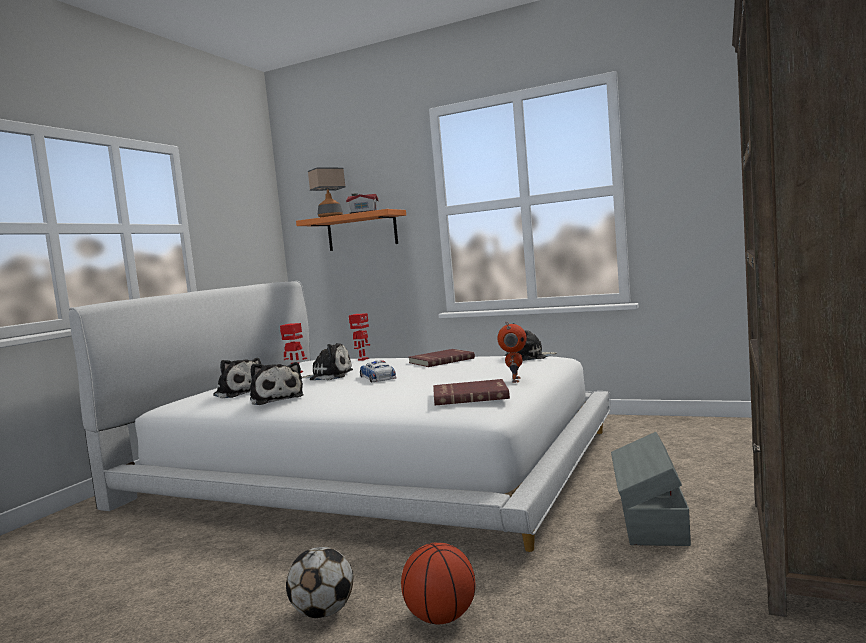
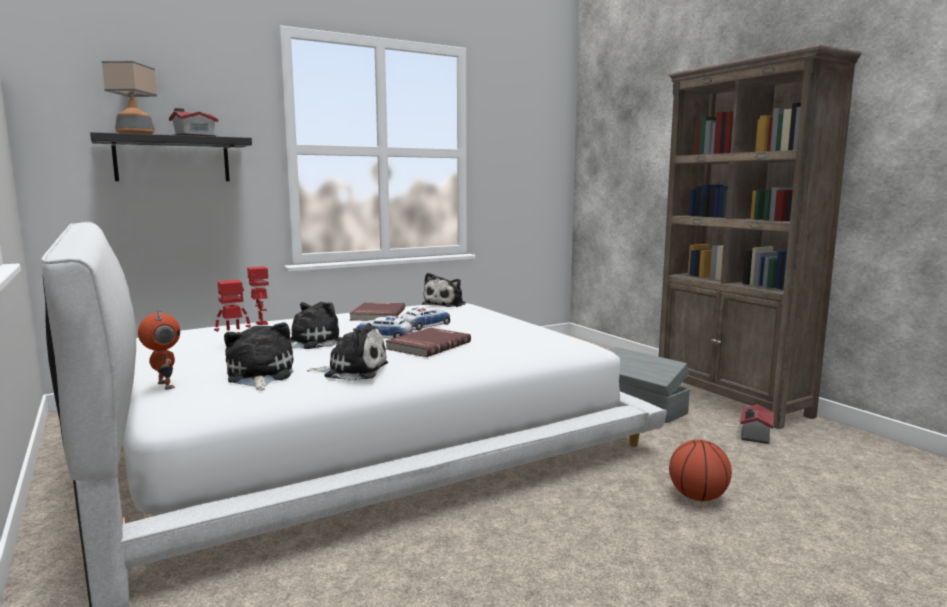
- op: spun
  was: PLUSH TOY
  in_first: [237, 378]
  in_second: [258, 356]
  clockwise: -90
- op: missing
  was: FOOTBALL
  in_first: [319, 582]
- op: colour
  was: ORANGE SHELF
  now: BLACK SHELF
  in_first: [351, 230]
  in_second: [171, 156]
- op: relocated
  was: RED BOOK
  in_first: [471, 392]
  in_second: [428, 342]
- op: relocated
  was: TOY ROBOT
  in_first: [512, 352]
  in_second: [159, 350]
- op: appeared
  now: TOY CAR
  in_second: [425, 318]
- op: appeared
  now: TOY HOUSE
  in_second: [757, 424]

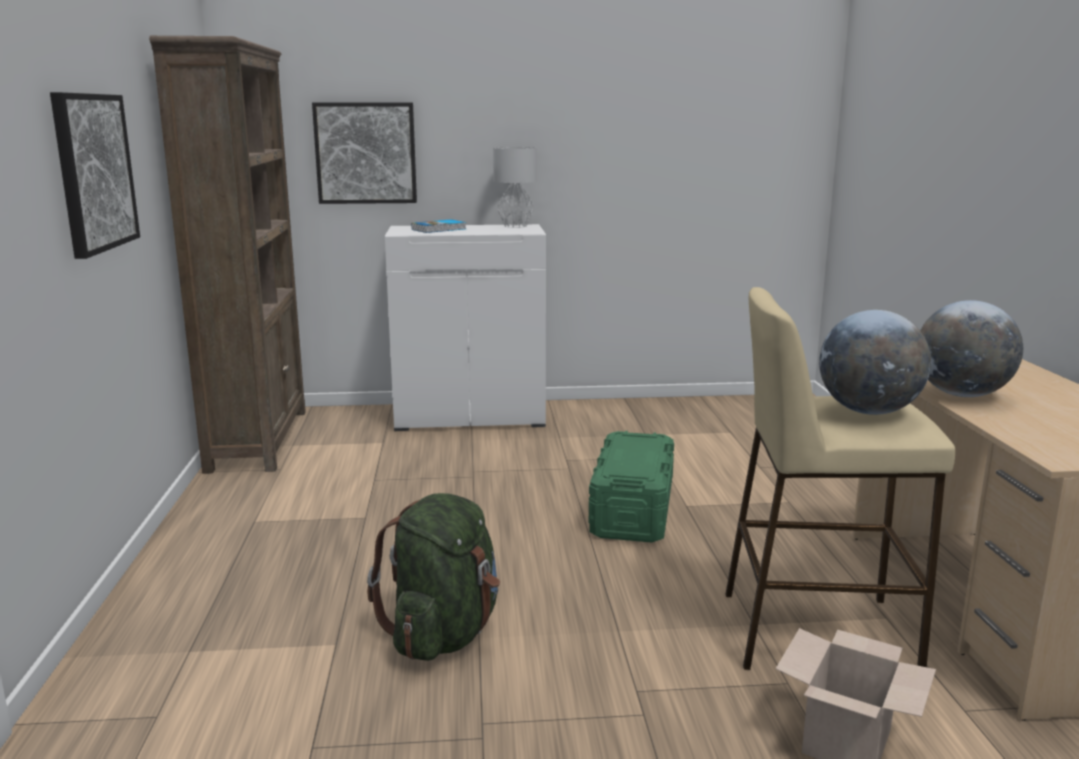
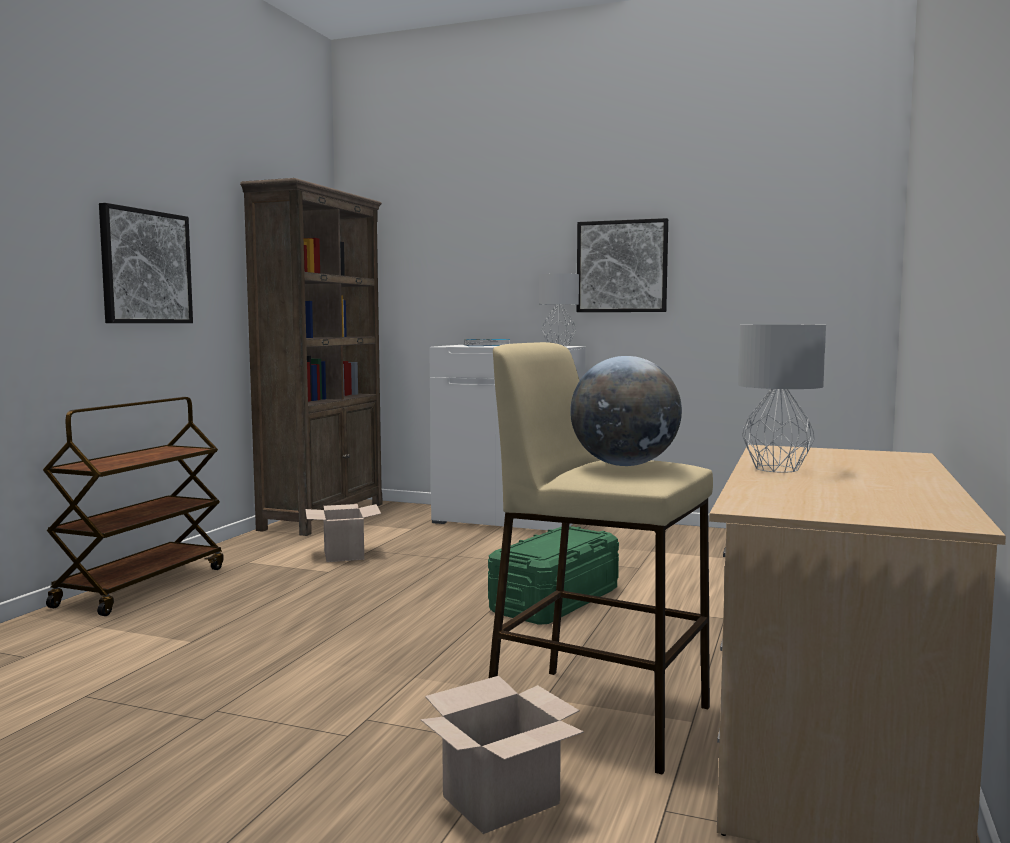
- op: relocated
  was: PICTURE
  in_first: [364, 153]
  in_second: [622, 265]
- op: missing
  was: GREEN BACKPACK
  in_first: [433, 577]
- op: exchanged
  was: GLOBE
  now: GREY TABLE LAMP
  in_first: [971, 348]
  in_second: [782, 399]
- op: appeared
  now: BROWN CART
  in_second: [133, 506]
- op: appeared
  now: CARDBOARD BOX
  in_second: [343, 533]

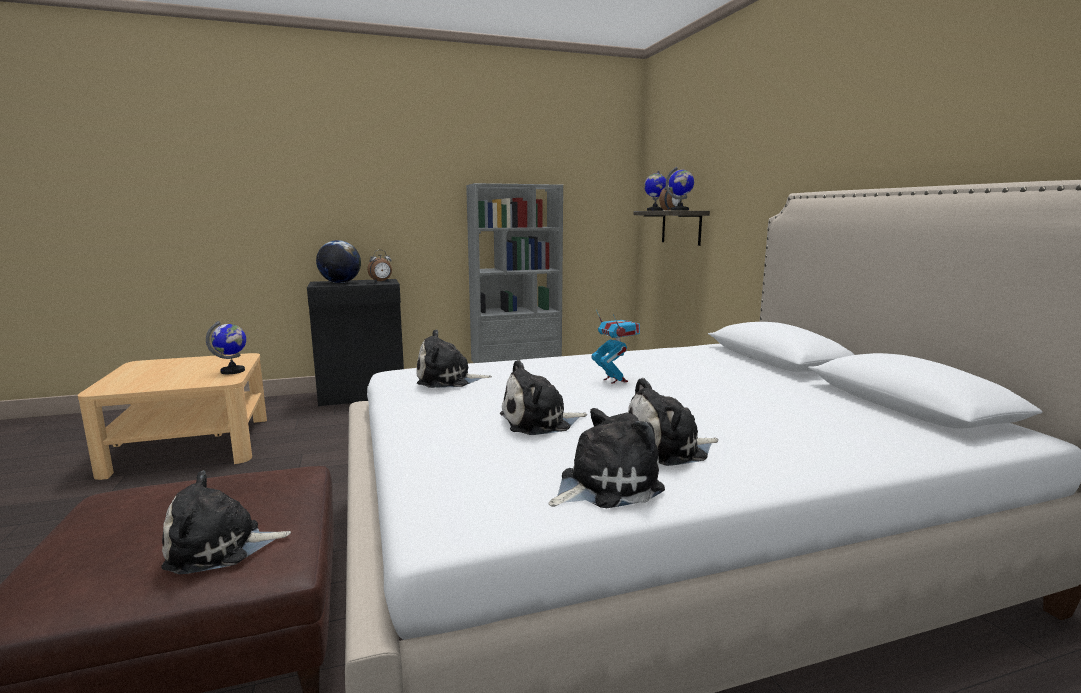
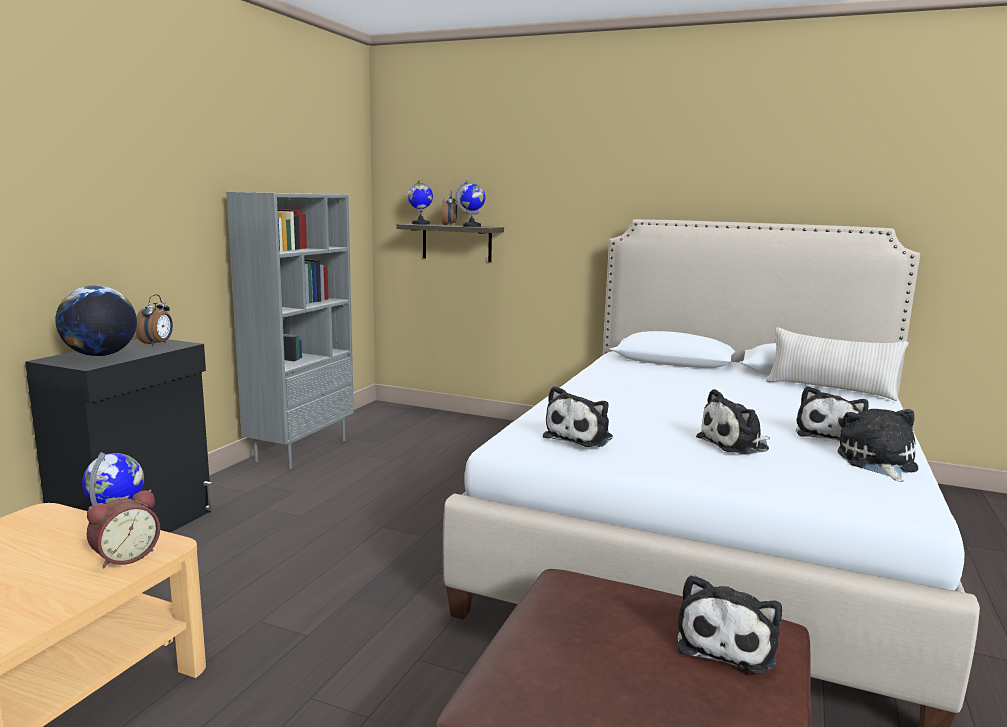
- op: spun
  was: PLUSH TOY
  in_first: [543, 397]
  in_second: [733, 422]
  clockwise: 45
- op: missing
  was: TOY ROBOT
  in_first: [616, 347]
- op: appeared
  now: ALARM CLOCK
  in_second: [123, 529]
- op: appeared
  now: BEIGE PILLOW
  in_second: [837, 364]

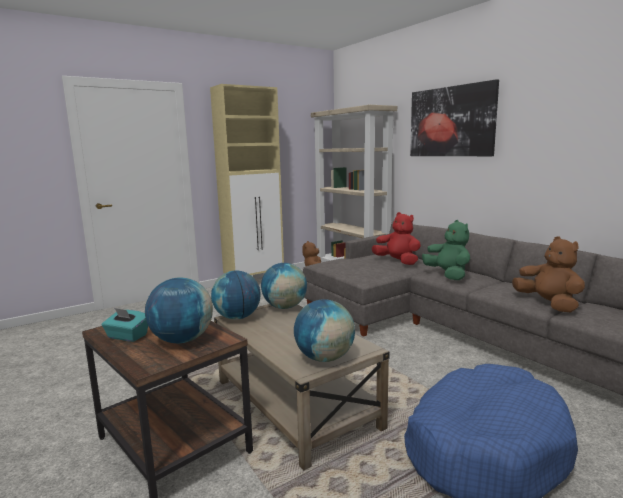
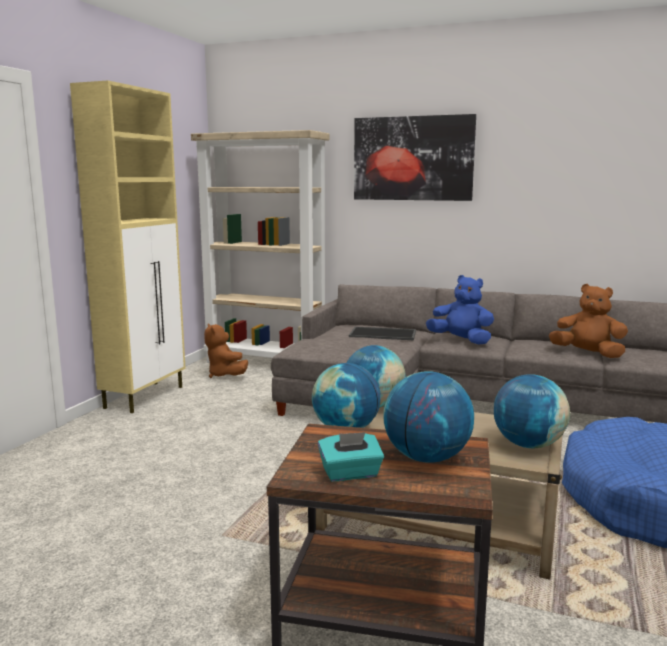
- op: exchanged
  was: RED PLUSH TOY
  now: TRAY
  in_first: [396, 238]
  in_second: [382, 333]
- op: colour
  was: GREEN PLUSH TOY
  now: BLUE PLUSH TOY
  in_first: [446, 250]
  in_second: [460, 310]

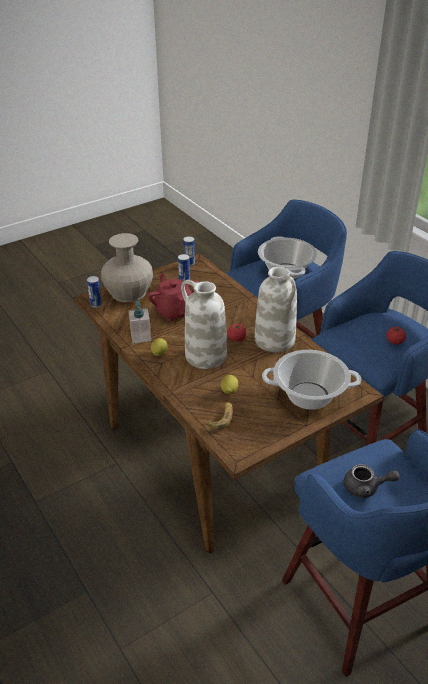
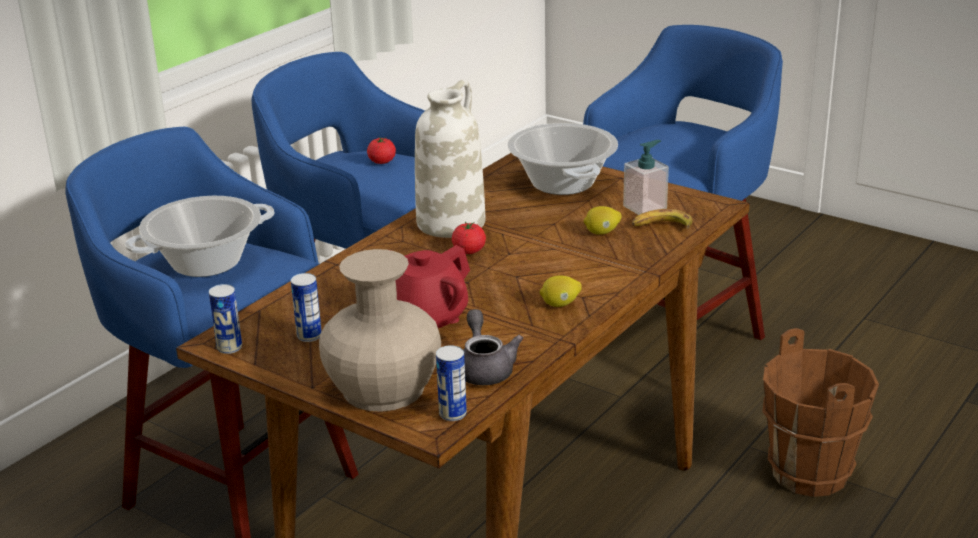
- op: relocated
  was: SOAP DISPENSER
  in_first: [140, 322]
  in_second: [646, 177]
- op: missing
  was: WHITE VASE
  in_first: [204, 324]
- op: relocated
  was: GREY TEAPOT
  in_first: [372, 481]
  in_second: [493, 347]
- op: appeared
  now: BROWN BUCKET
  in_second: [820, 412]

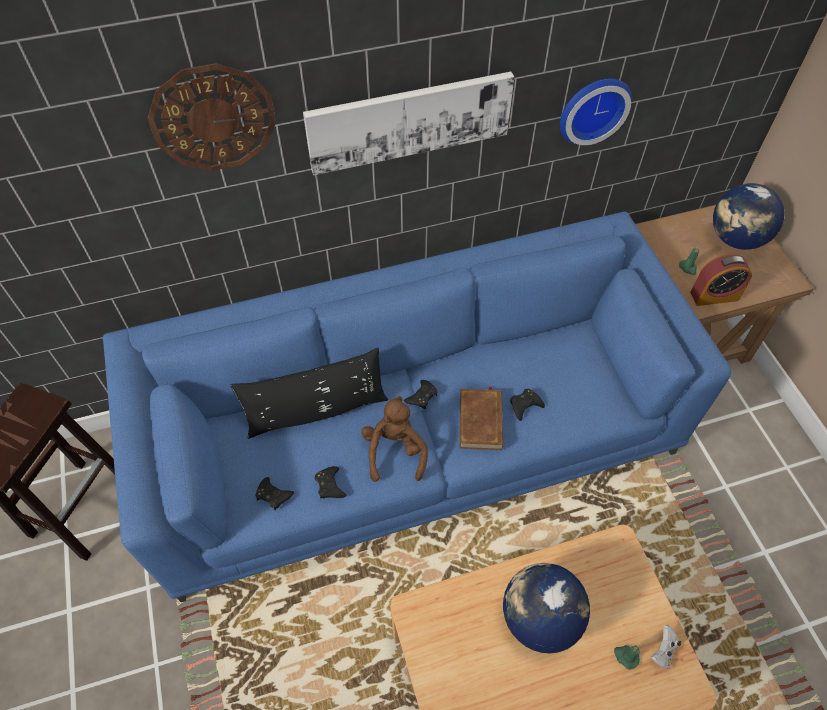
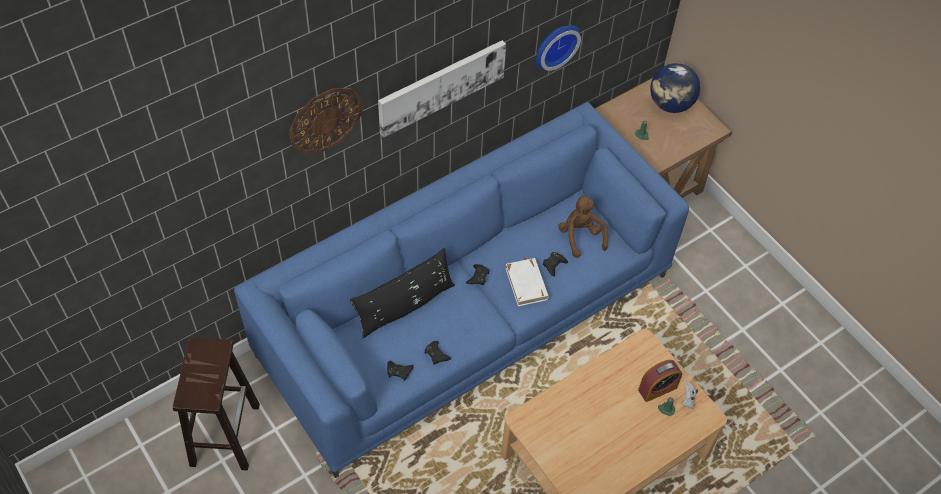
- op: relocated
  was: BROWN PLUSH TOY
  in_first: [394, 439]
  in_second: [583, 226]
- op: colour
  was: BROWN BOOK
  now: WHITE BOOK
  in_first: [481, 418]
  in_second: [527, 281]
- op: missing
  was: GLOBE
  in_first: [546, 608]
- op: relocated
  was: ALARM CLOCK
  in_first: [721, 280]
  in_second: [660, 381]

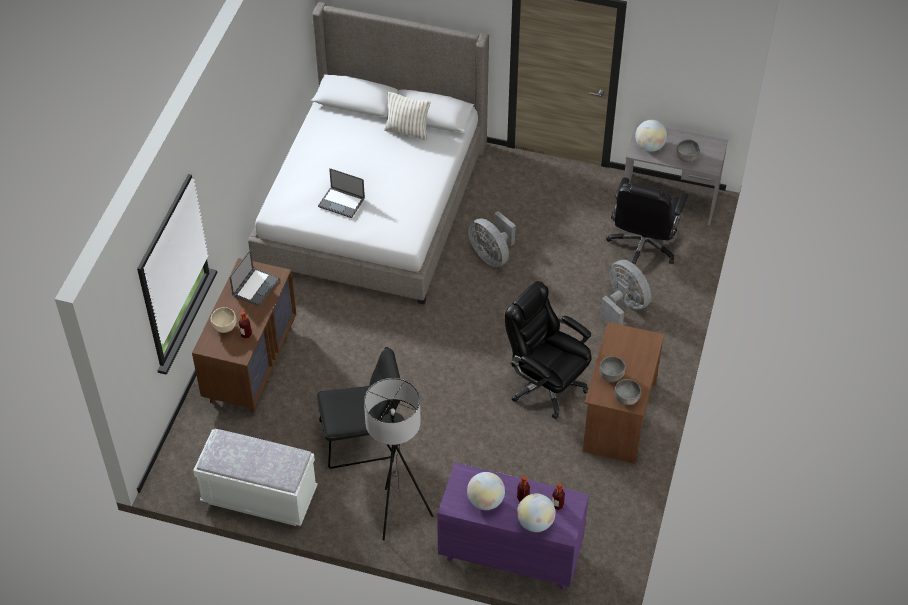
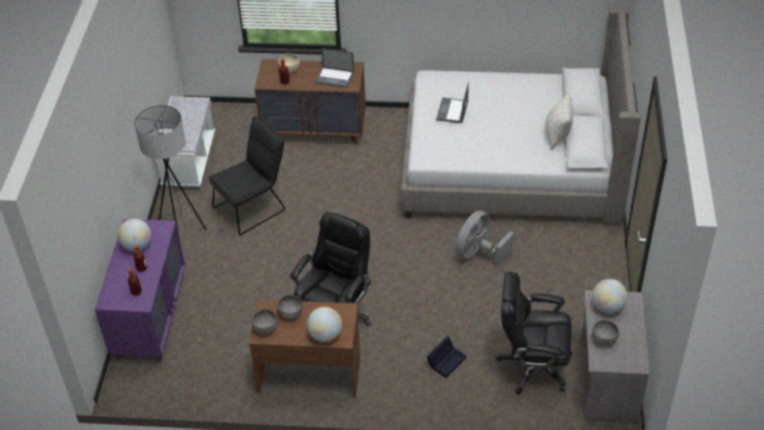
- op: spun
  was: BLACK CHAIR
  in_first: [358, 408]
  in_second: [246, 175]
  clockwise: -105
- op: relocated
  was: GLOBE
  in_first: [536, 512]
  in_second: [324, 324]
- op: exchanged
  was: GREY FAN
  now: BLACK STORAGE BOX
  in_first: [625, 292]
  in_second: [446, 357]

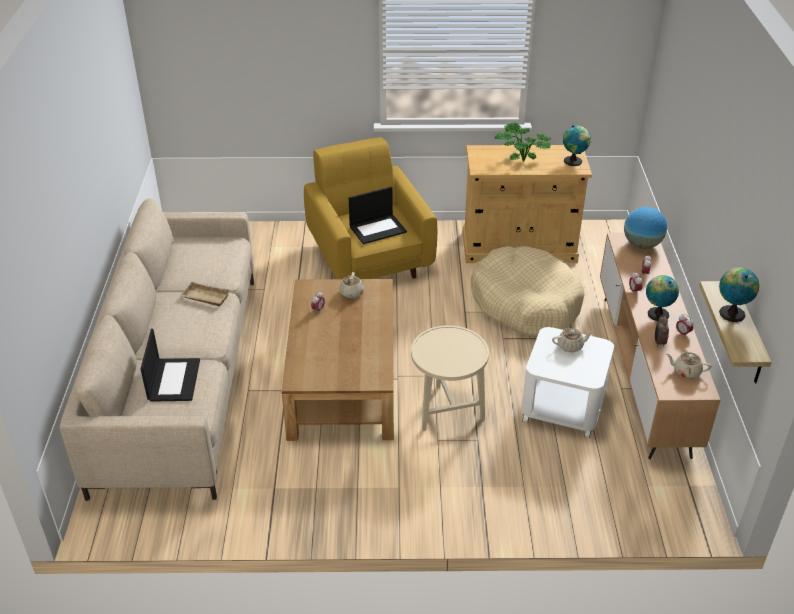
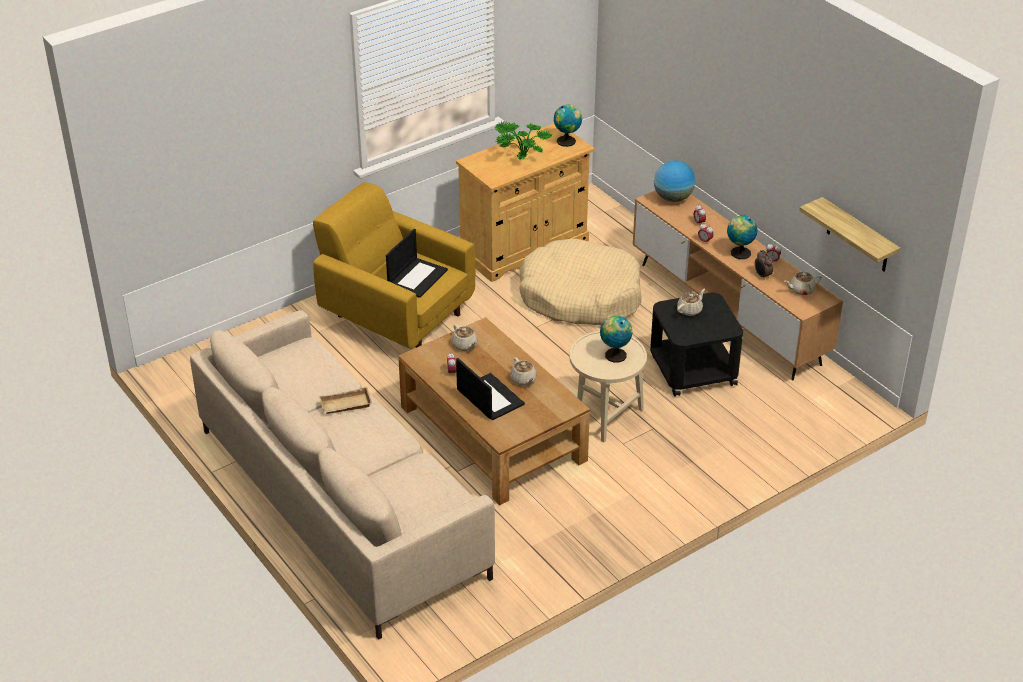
- op: relocated
  was: LAPTOP
  in_first: [170, 365]
  in_second: [490, 389]
- op: colour
  was: WHITE SIDE TABLE
  now: BLACK SIDE TABLE
  in_first: [567, 382]
  in_second: [696, 344]
- op: relocated
  was: GLOBE
  in_first: [739, 294]
  in_second: [616, 339]
- op: appeared
  now: BEIGE TEAPOT
  in_second: [523, 371]

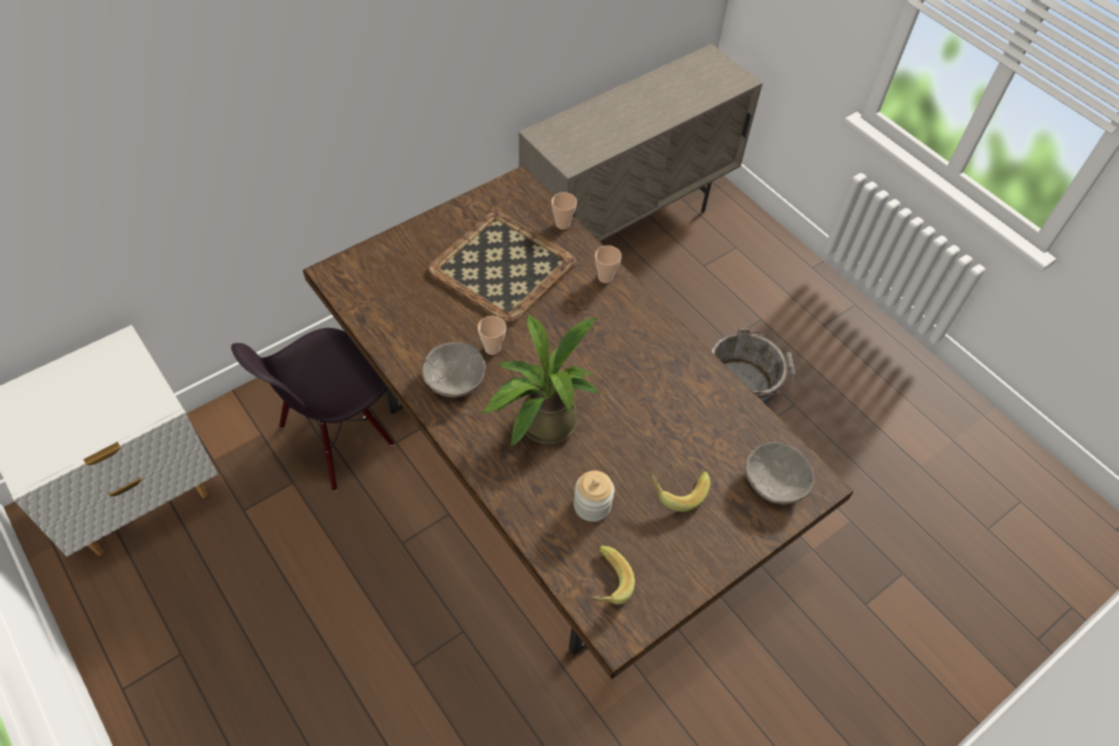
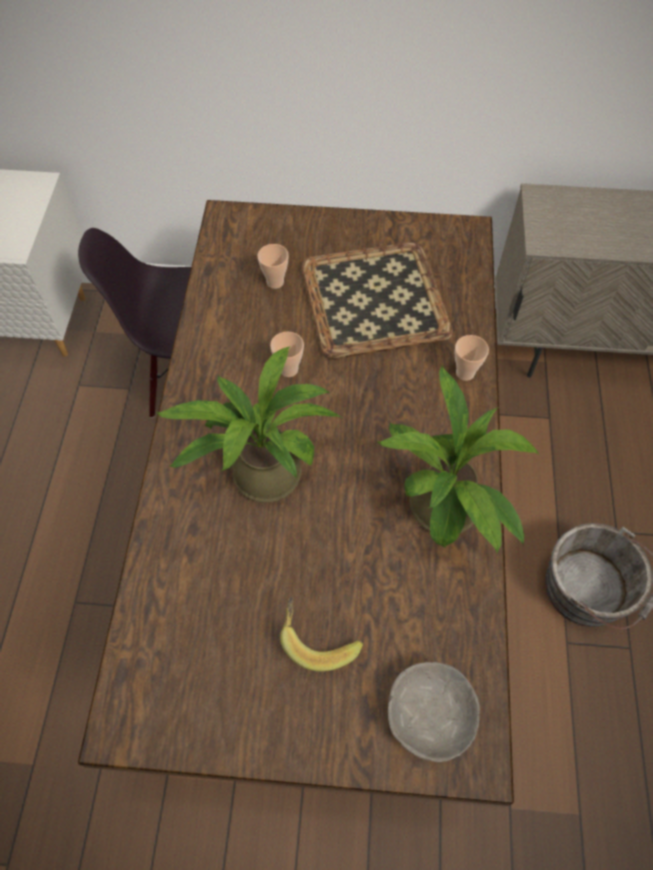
- op: missing
  was: GREY BOWL
  in_first: [454, 370]
- op: relocated
  was: CUP
  in_first: [564, 211]
  in_second: [273, 266]
- op: missing
  was: JAR
  in_first: [593, 496]
- op: missing
  was: BANANA
  in_first: [612, 575]
- op: appeared
  now: POTTED PLANT
  in_second: [457, 458]

